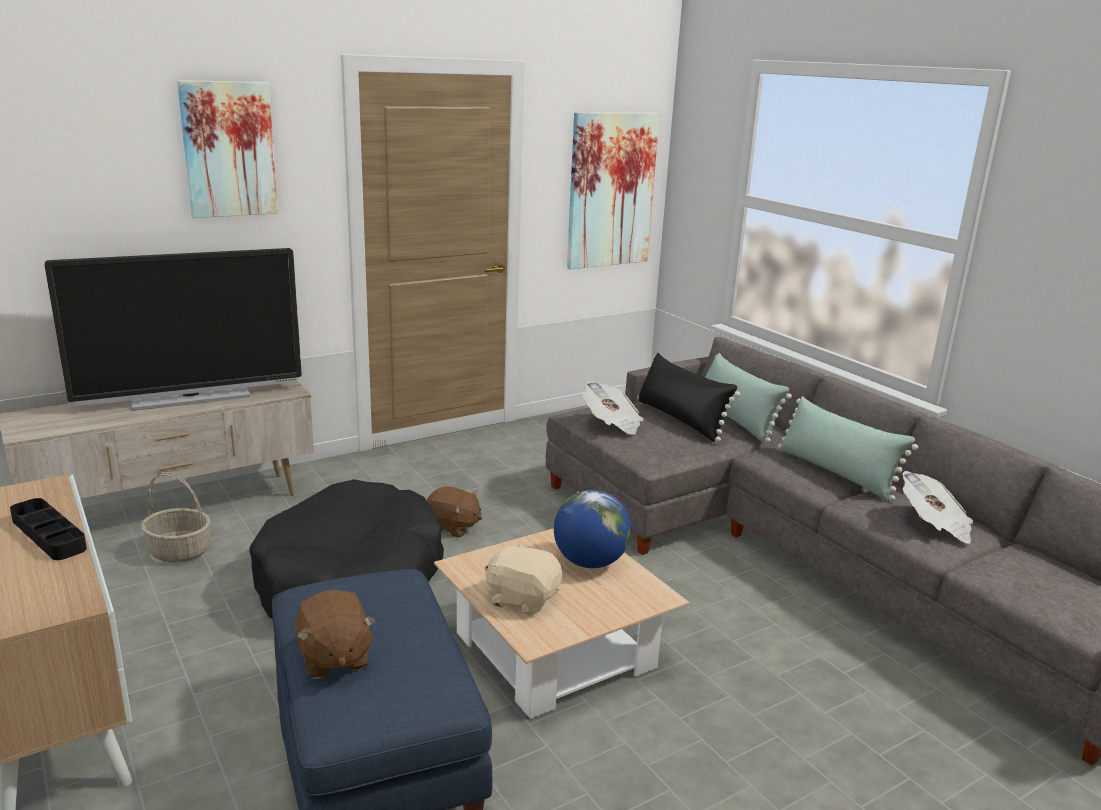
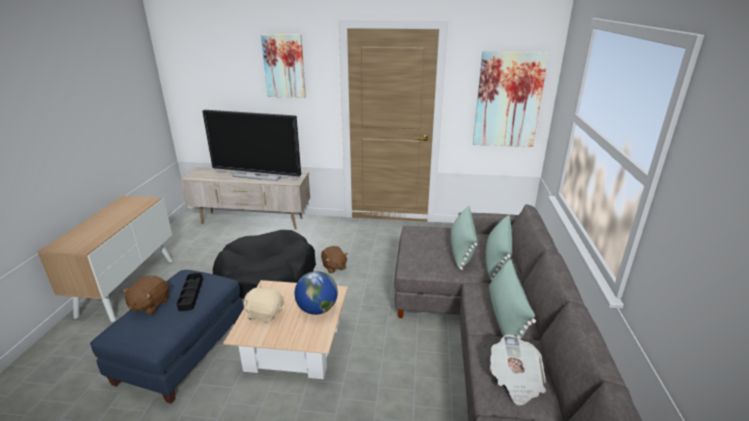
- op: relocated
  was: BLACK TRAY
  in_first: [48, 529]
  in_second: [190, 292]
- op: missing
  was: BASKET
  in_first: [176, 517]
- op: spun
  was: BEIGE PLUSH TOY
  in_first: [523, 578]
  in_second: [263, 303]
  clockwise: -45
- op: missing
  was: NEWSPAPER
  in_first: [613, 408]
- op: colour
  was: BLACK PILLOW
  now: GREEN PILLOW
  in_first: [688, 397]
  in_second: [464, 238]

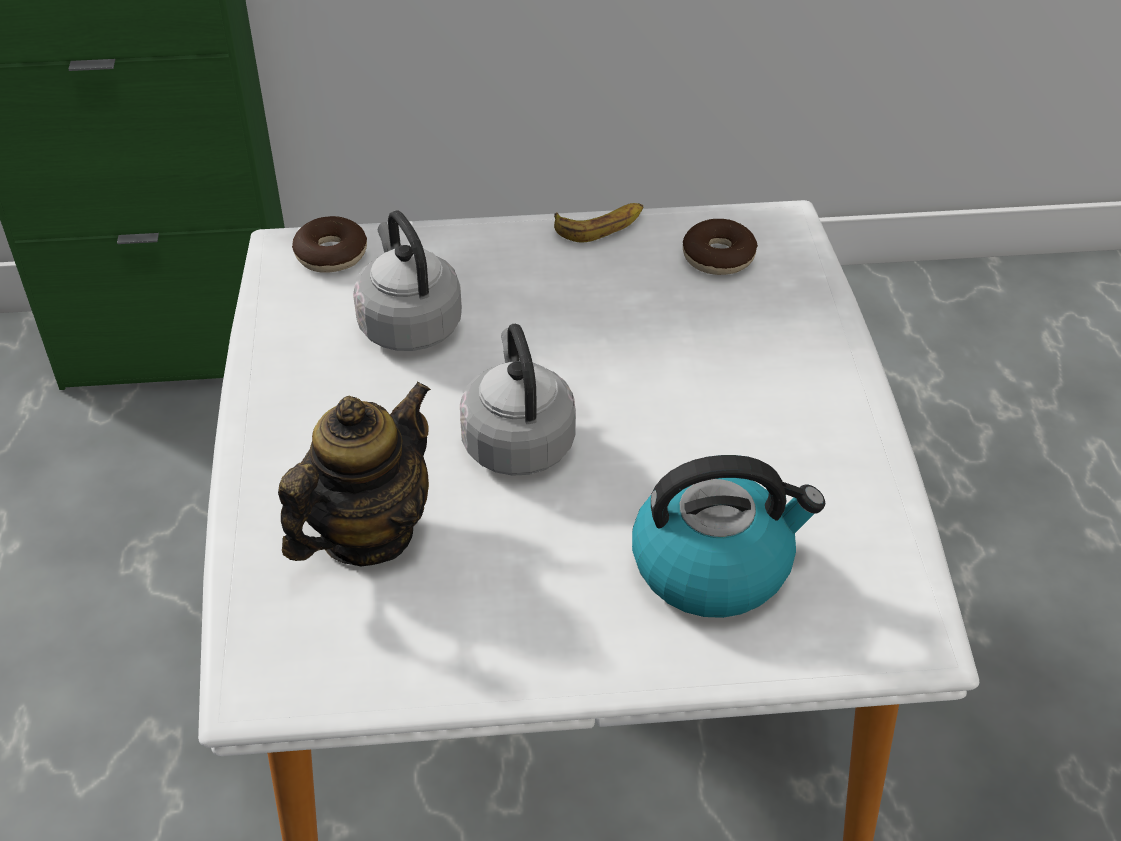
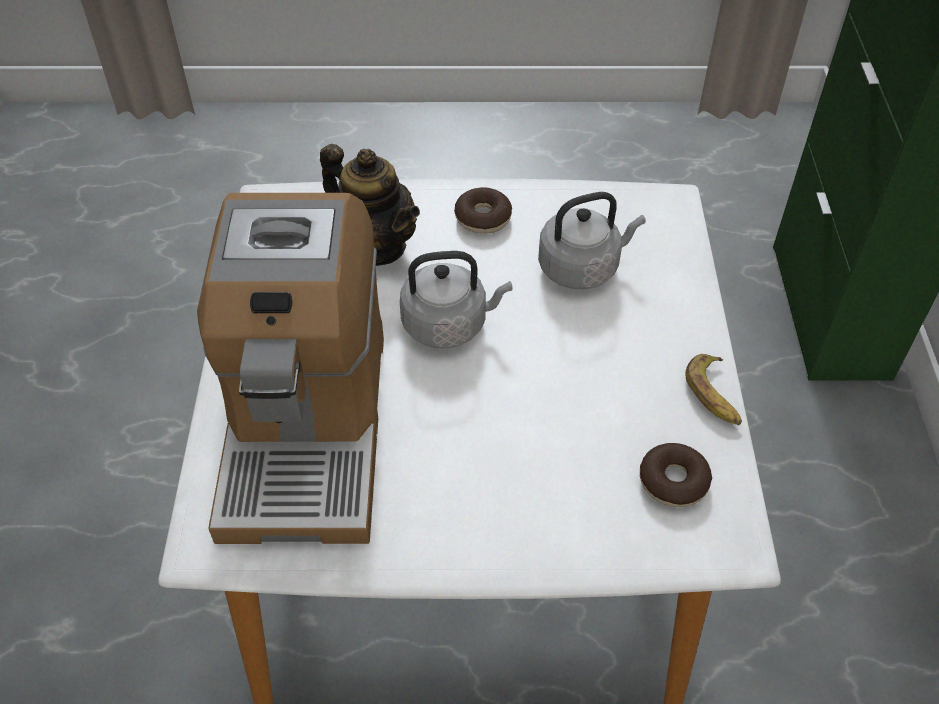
- op: relocated
  was: DONUT
  in_first: [329, 244]
  in_second: [483, 210]
- op: exchanged
  was: KETTLE
  now: COFFEE MACHINE
  in_first: [728, 536]
  in_second: [290, 368]

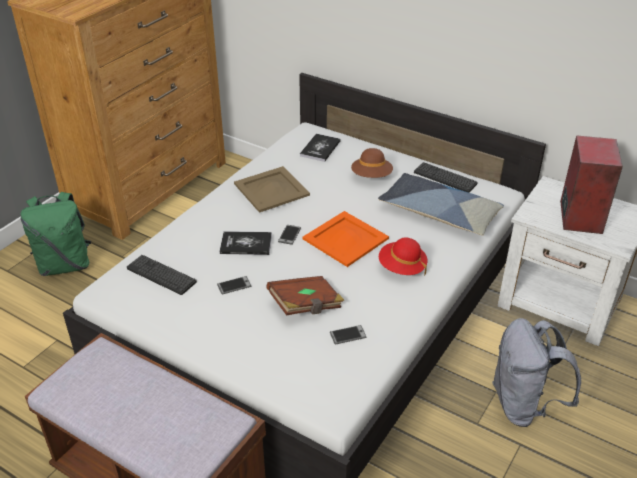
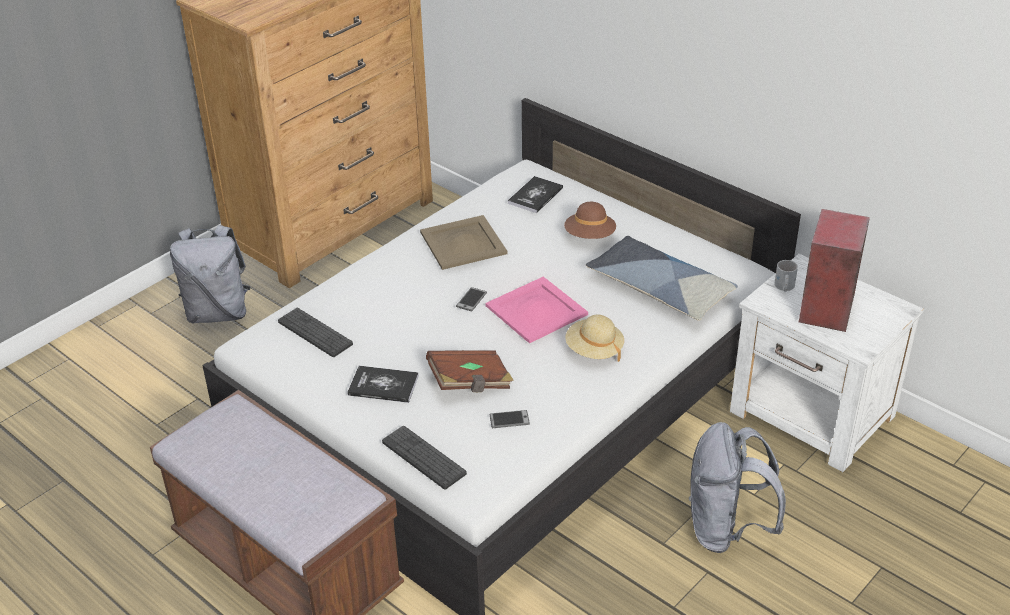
- op: colour
  was: GREEN BACKPACK
  now: GREY BACKPACK
  in_first: [56, 234]
  in_second: [210, 274]
- op: missing
  was: PHONE
  in_first: [234, 285]
- op: relocated
  was: BOOK
  in_first: [246, 243]
  in_second: [383, 384]
- op: colour
  was: ORANGE TRAY
  now: PINK TRAY
  in_first: [346, 239]
  in_second: [536, 310]
- op: colour
  was: RED HAT
  now: BEIGE HAT
  in_first: [403, 257]
  in_second: [594, 338]
- op: relocated
  was: KEYBOARD
  in_first: [446, 177]
  in_second: [424, 458]
- op: appeared
  now: WHITE MUG
  in_second: [786, 276]

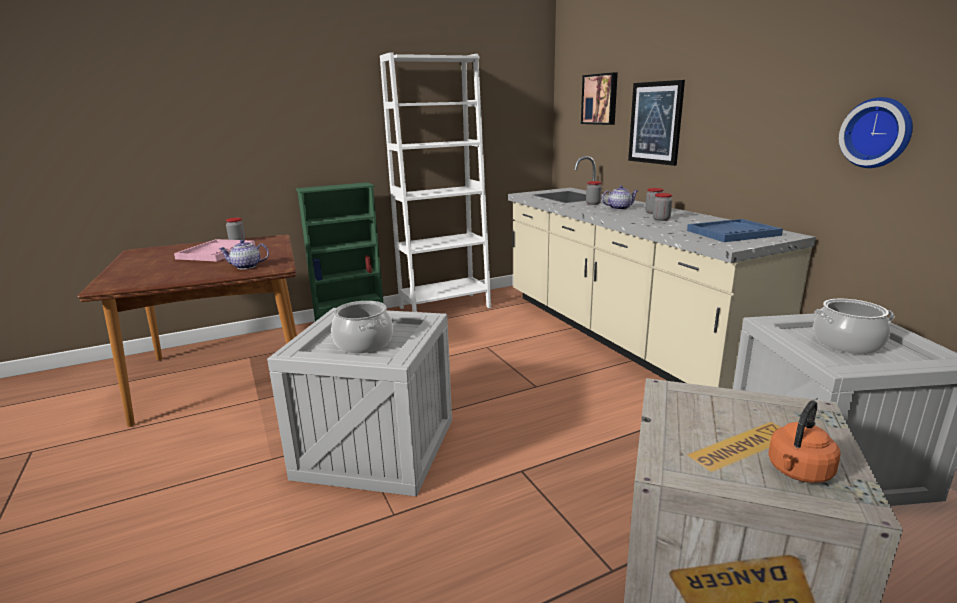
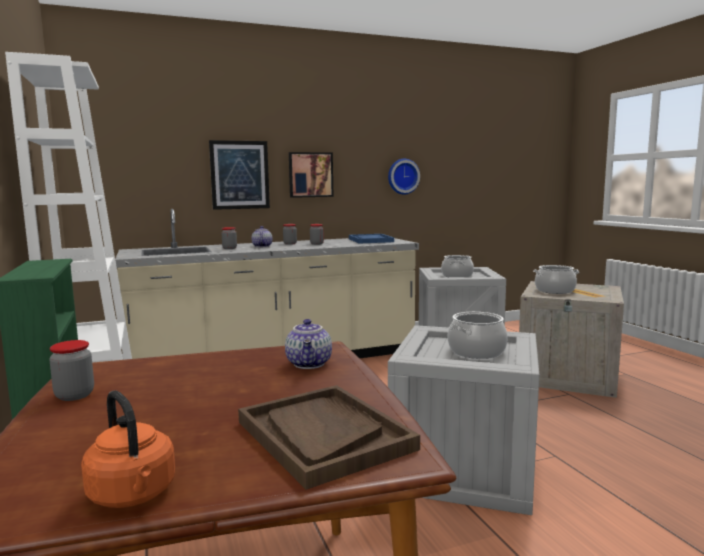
- op: missing
  was: PINK TRAY
  in_first: [214, 250]
- op: relocated
  was: PICTURE
  in_first: [599, 99]
  in_second: [311, 175]
- op: relocated
  was: ORANGE KETTLE
  in_first: [804, 441]
  in_second: [128, 449]
- op: appeared
  now: BROWN TRAY
  in_second: [329, 437]
- op: appeared
  now: COOKING POT
  in_second: [556, 279]

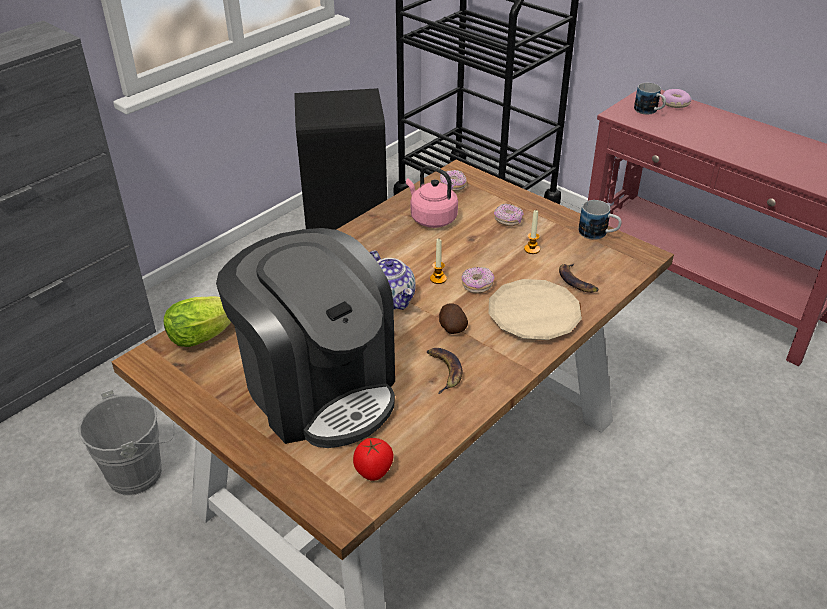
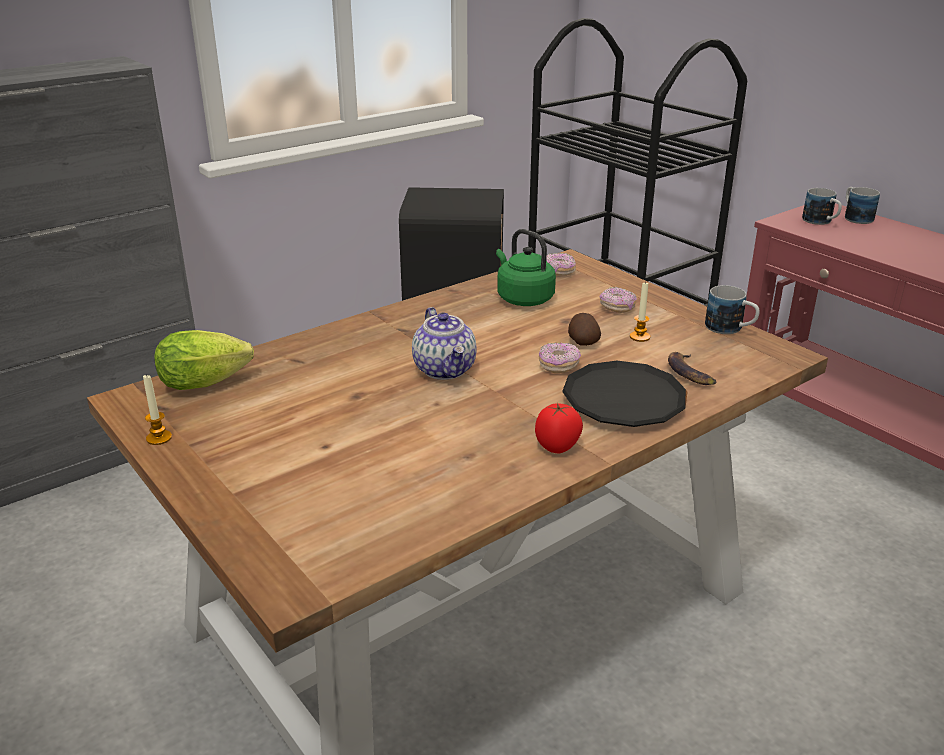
- op: missing
  was: GREY BUCKET
  in_first: [126, 442]
- op: missing
  was: COFFEE MACHINE
  in_first: [305, 338]
- op: relocated
  was: TOMATO
  in_first: [373, 459]
  in_second: [559, 428]
- op: colour
  was: PINK KETTLE
  now: GREEN KETTLE
  in_first: [432, 197]
  in_second: [526, 267]
- op: missing
  was: BANANA
  in_first: [444, 371]
- op: relocated
  was: CANDLE
  in_first: [438, 261]
  in_second: [157, 409]
- op: relocated
  was: POTATO
  in_first: [453, 319]
  in_second: [584, 329]
- op: colour
  was: BEIGE PLATE
  now: BLACK PLATE
  in_first: [535, 309]
  in_second: [624, 394]
- op: exchanged
  was: DONUT
  now: MUG
  in_first: [676, 98]
  in_second: [862, 205]

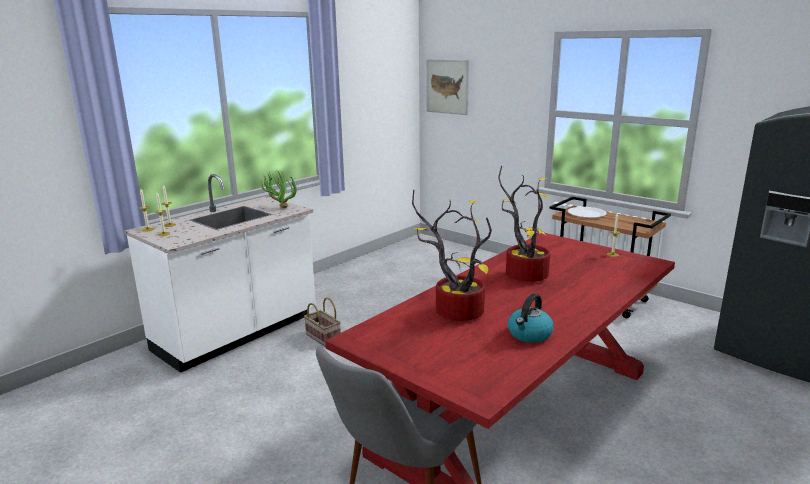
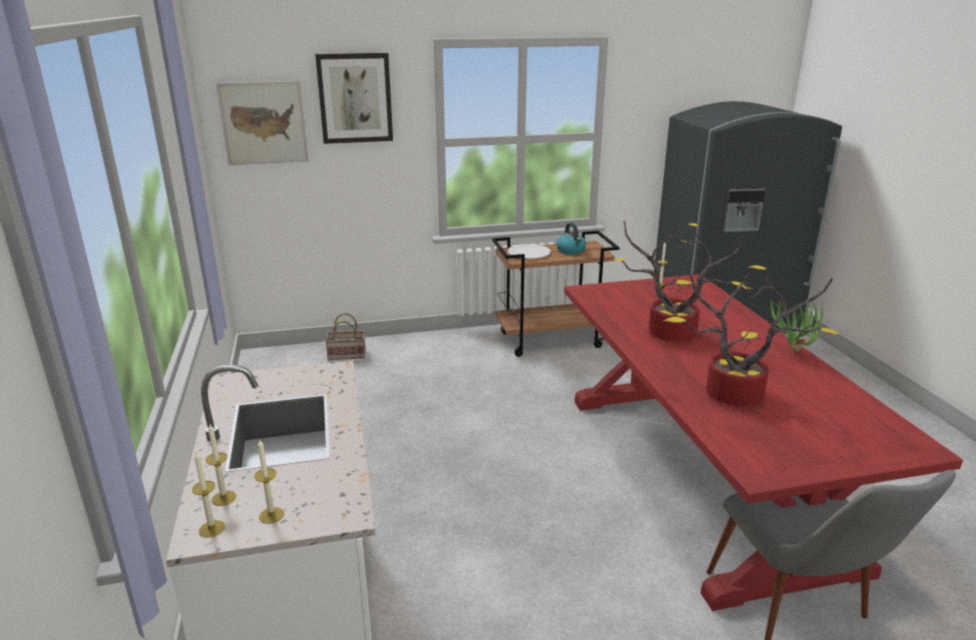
- op: relocated
  was: POTTED PLANT
  in_first: [278, 188]
  in_second: [796, 326]
- op: relocated
  was: BASKET
  in_first: [322, 322]
  in_second: [345, 336]
- op: relocated
  was: KETTLE
  in_first: [531, 318]
  in_second: [571, 238]
- op: appeared
  now: PICTURE
  in_second: [354, 98]

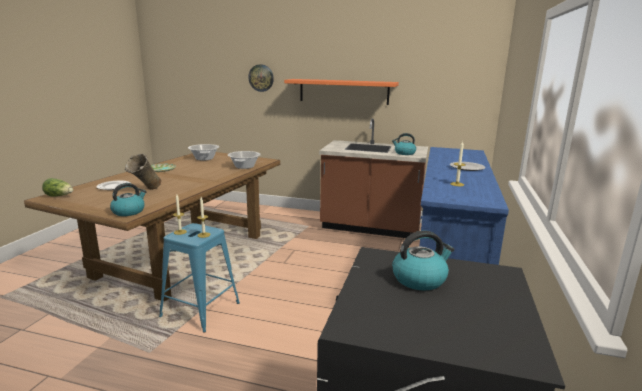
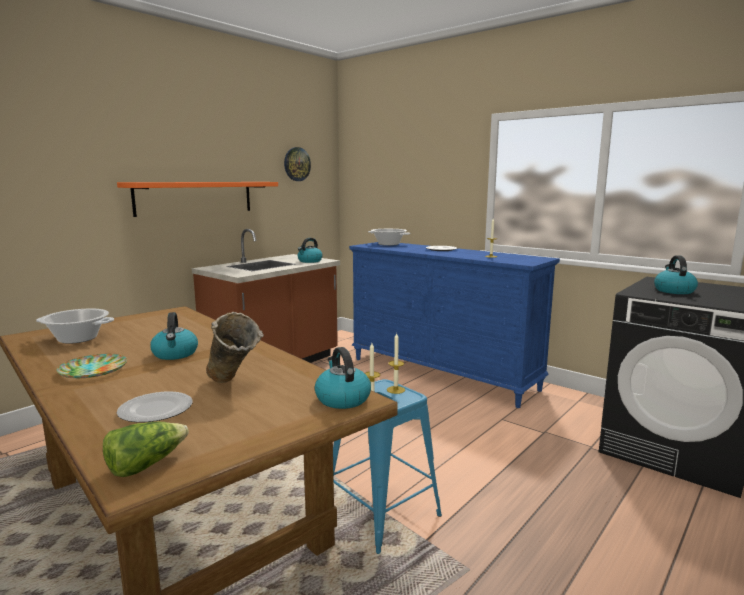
- op: relocated
  was: COOKING POT
  in_first: [244, 160]
  in_second: [389, 237]
- op: relocated
  was: WALL CLOCK
  in_first: [261, 78]
  in_second: [297, 164]
- op: appeared
  now: KETTLE
  in_second: [174, 336]

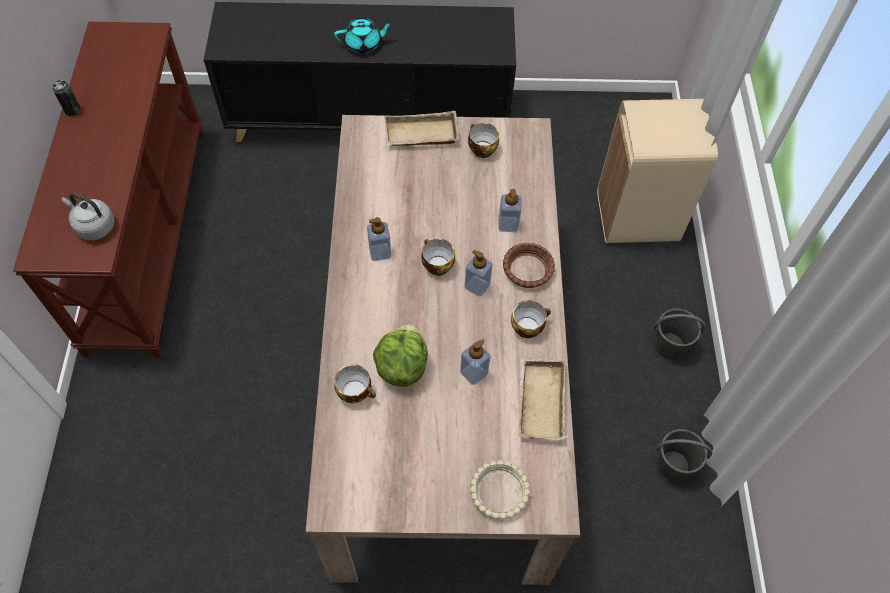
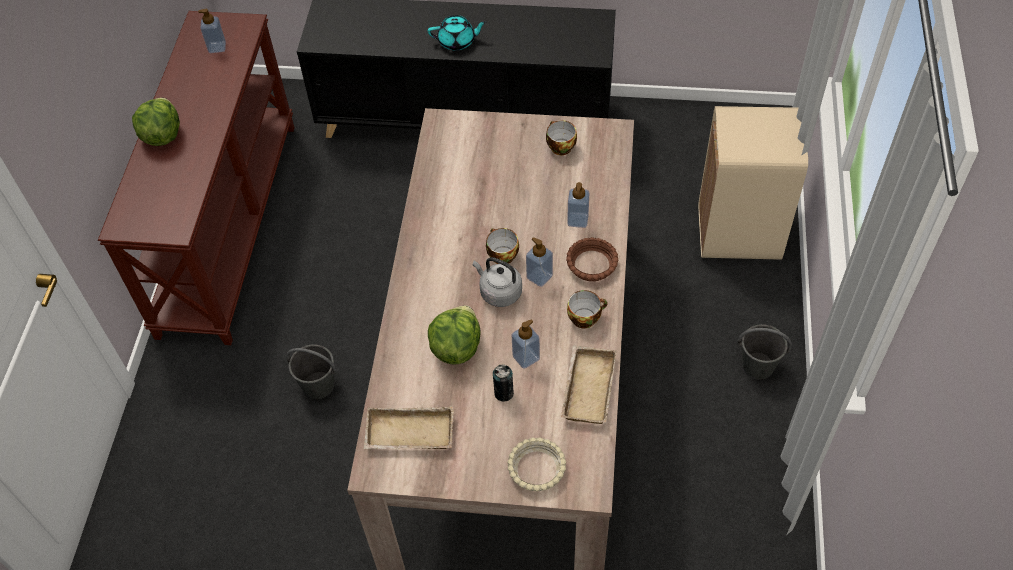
- op: relocated
  was: CAN
  in_first: [67, 98]
  in_second: [503, 383]
- op: relocated
  was: GREY KETTLE
  in_first: [88, 217]
  in_second: [497, 282]
- op: missing
  was: CUP
  in_first: [355, 383]
- op: relocated
  was: SOAP DISPENSER
  in_first: [379, 239]
  in_second: [212, 31]
- op: relocated
  was: BEIGE TRAY
  in_first: [421, 128]
  in_second: [409, 427]
- op: relocated
  was: GREY BUCKET
  in_first: [684, 455]
  in_second: [311, 371]
- op: appeared
  now: LETTUCE
  in_second: [156, 122]

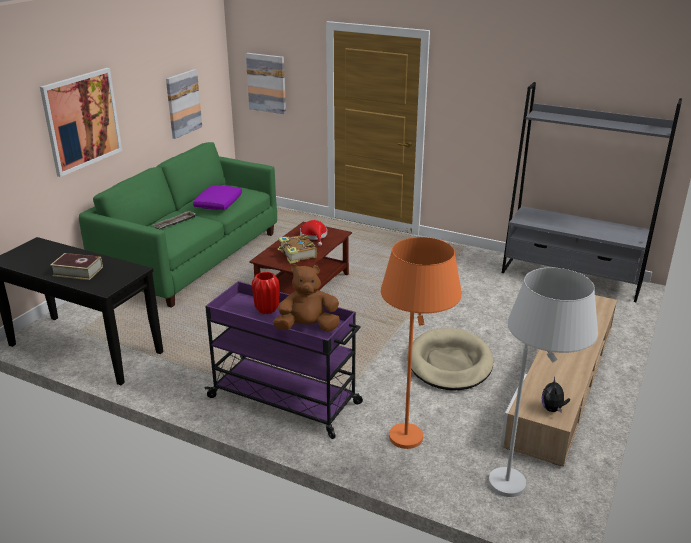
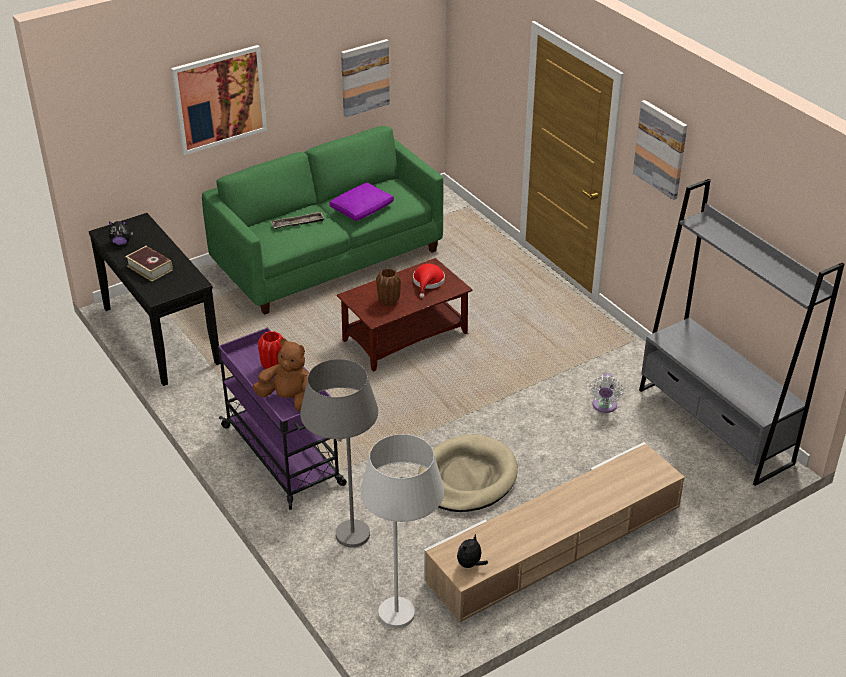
- op: relocated
  was: PICTURE
  in_first: [266, 83]
  in_second: [660, 150]
- op: exchanged
  was: BOOK
  now: BROWN VASE
  in_first: [297, 249]
  in_second: [388, 287]
- op: colour
  was: ORANGE FLOOR LAMP
  now: GREY FLOOR LAMP
  in_first: [421, 343]
  in_second: [339, 453]
- op: appeared
  now: PLUSH TOY
  in_second: [121, 233]
- op: appeared
  now: WHITE FAN
  in_second: [606, 393]

